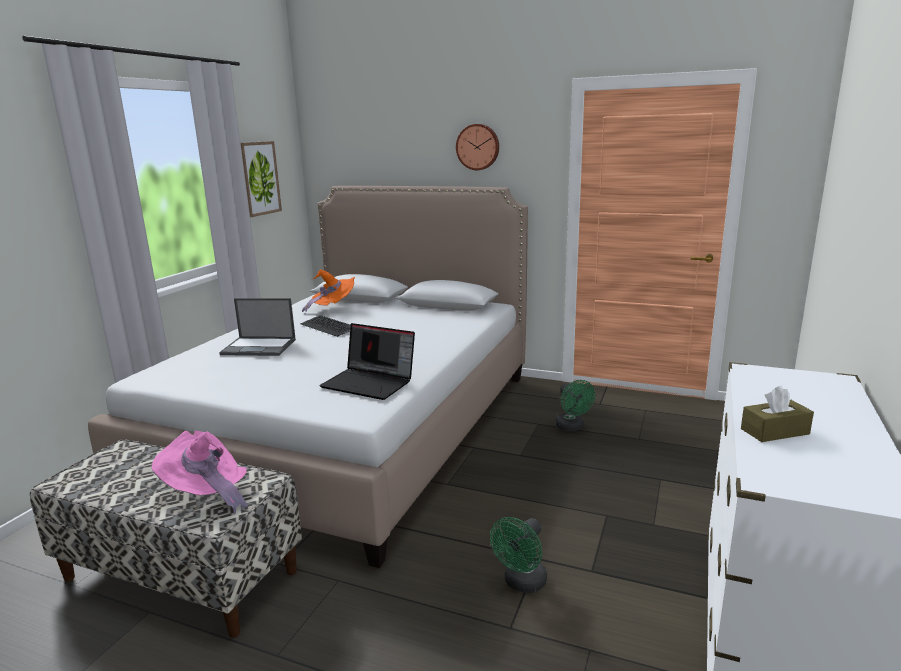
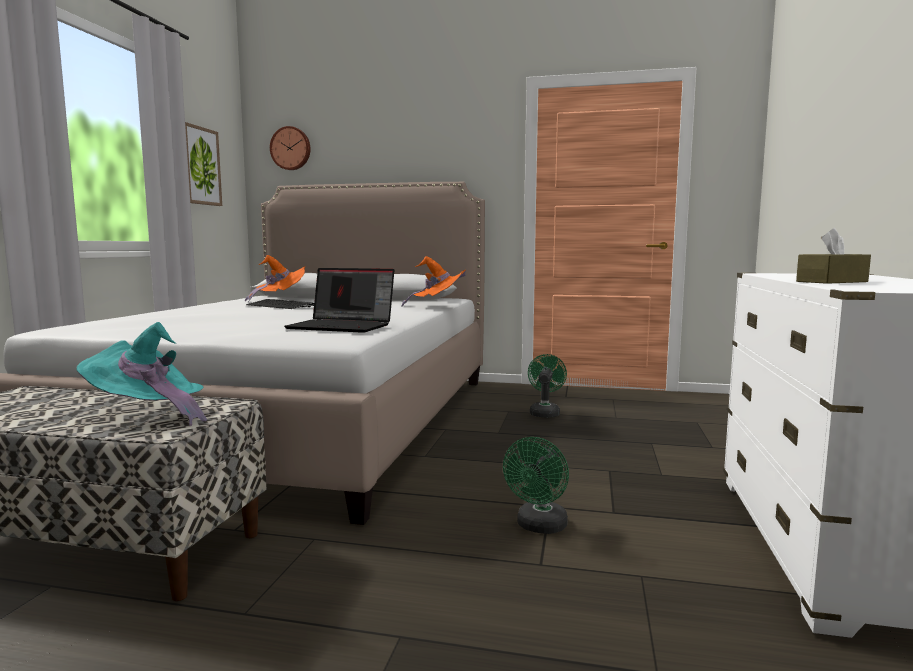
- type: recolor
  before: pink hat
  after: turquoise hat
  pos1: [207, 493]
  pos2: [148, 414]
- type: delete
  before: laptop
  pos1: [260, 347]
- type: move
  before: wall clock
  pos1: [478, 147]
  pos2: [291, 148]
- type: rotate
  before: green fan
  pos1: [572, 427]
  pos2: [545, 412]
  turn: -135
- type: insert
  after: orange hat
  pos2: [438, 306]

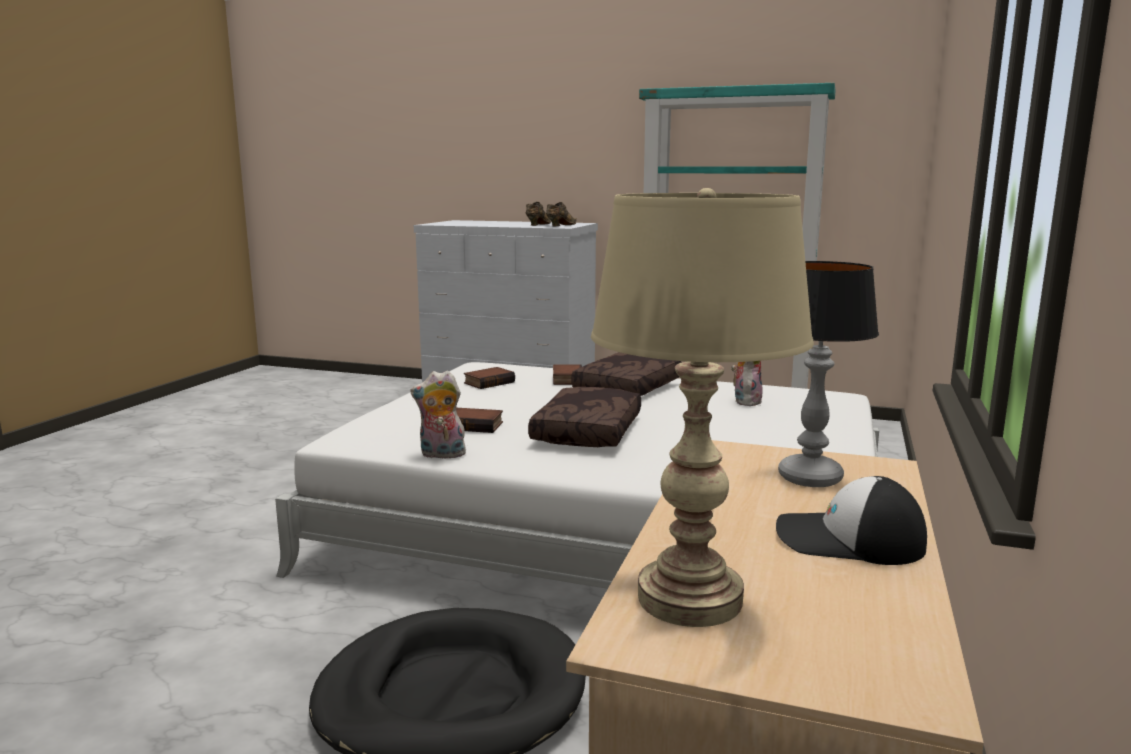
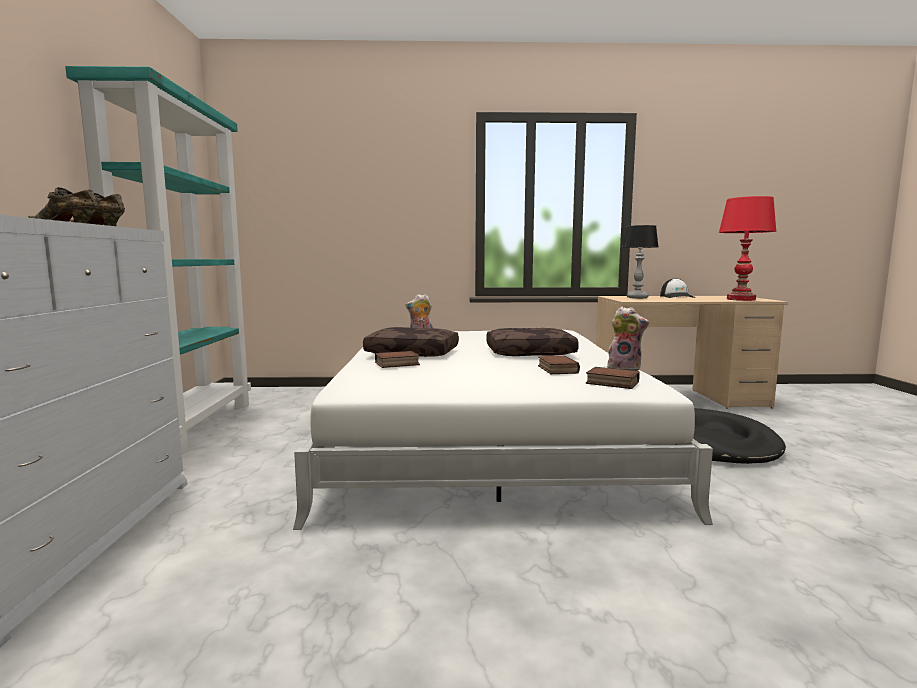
- type: rotate
  before: plush toy
  pos1: [441, 455]
  pos2: [625, 368]
  turn: -45
- type: move
  before: book
  pos1: [489, 382]
  pos2: [611, 383]
- type: recolor
  before: beige table lamp
  after: red table lamp
  pos1: [689, 599]
  pos2: [741, 299]

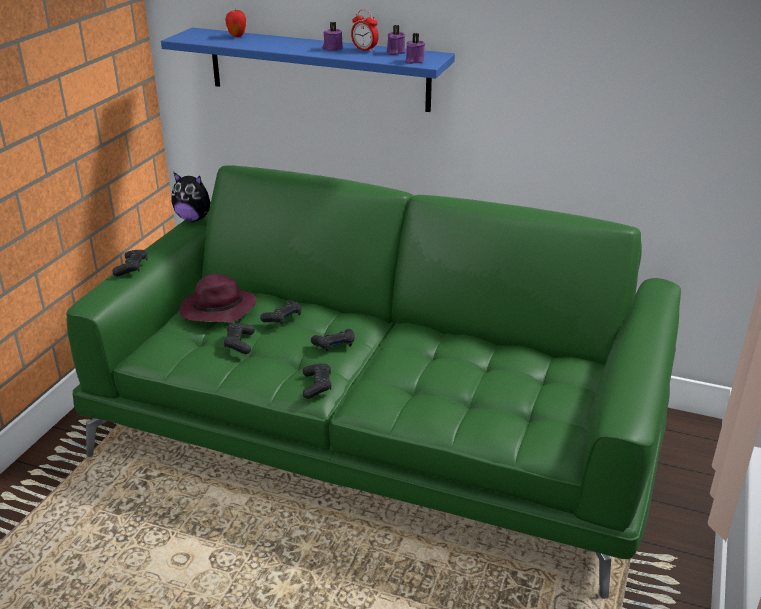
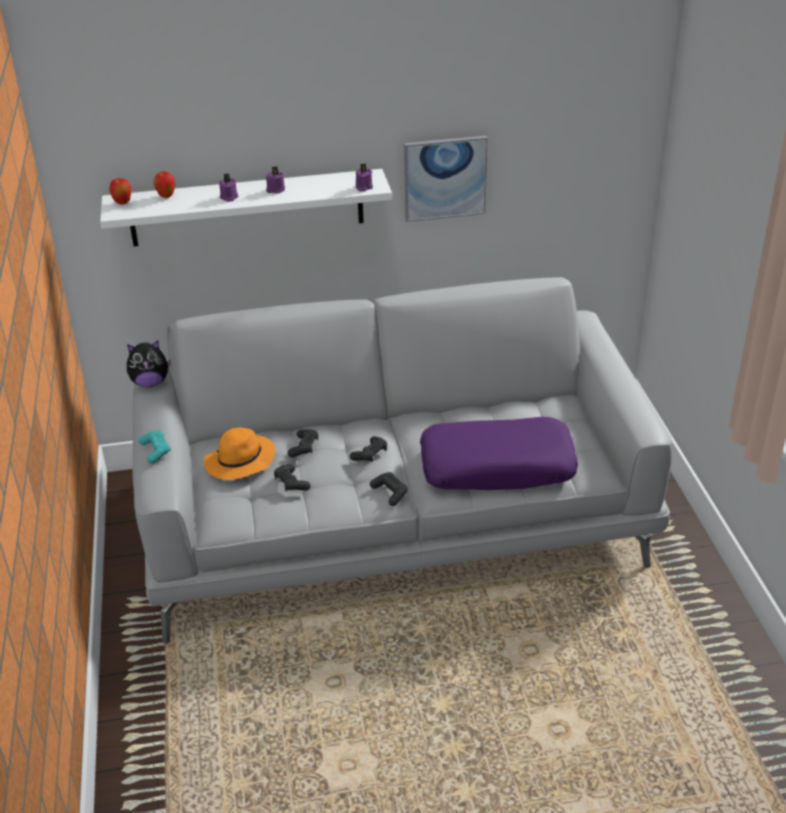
- type: recolor
  before: green sofa
  after: grey sofa
  pos1: [380, 432]
  pos2: [396, 517]
- type: recolor
  before: black game controller
  after: turquoise game controller
  pos1: [132, 268]
  pos2: [156, 451]
- type: recolor
  before: blue shelf
  after: white shelf
  pos1: [317, 69]
  pos2: [247, 208]
- type: recolor
  before: purple hat
  after: orange hat
  pos1: [217, 310]
  pos2: [240, 462]
- type: delete
  before: alarm clock
  pos1: [365, 50]
- type: move
  before: purple candle
  pos1: [395, 52]
  pos2: [228, 197]
- type: insert
  after: apple
  pos2: [123, 203]
- type: insert
  after: picture
  pos2: [445, 178]
- type: insert
  after: purple pillow
  pos2: [497, 466]

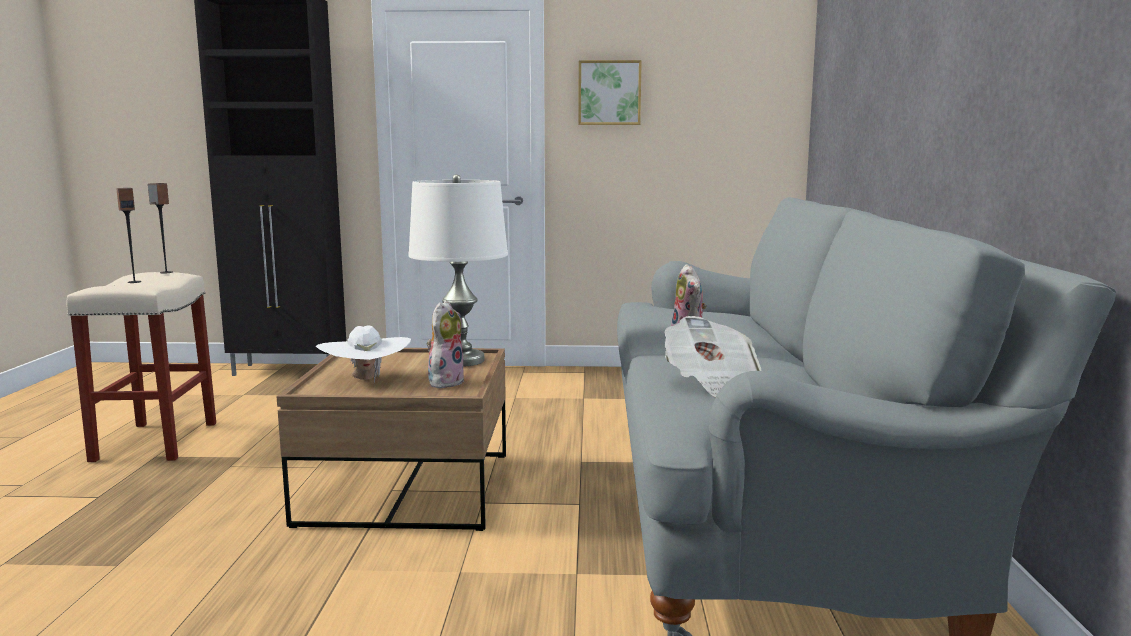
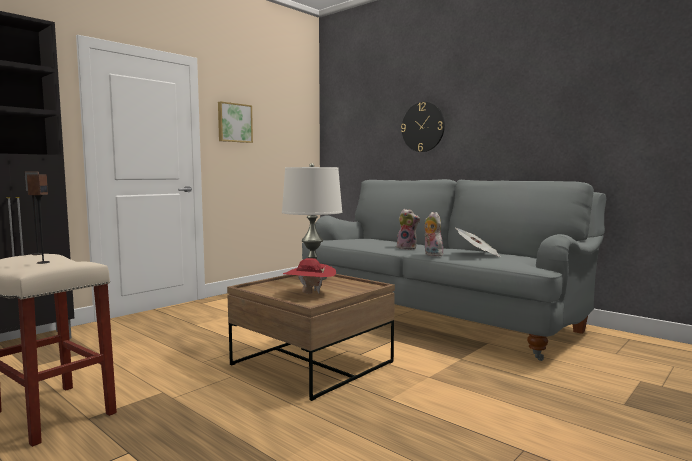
- type: recolor
  before: white hat
  after: red hat
  pos1: [366, 380]
  pos2: [309, 294]
- type: move
  before: plush toy
  pos1: [445, 382]
  pos2: [431, 254]
- type: insert
  after: wall clock
  pos2: [423, 127]

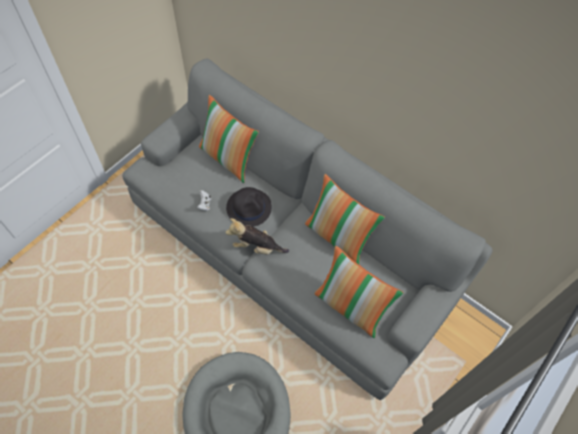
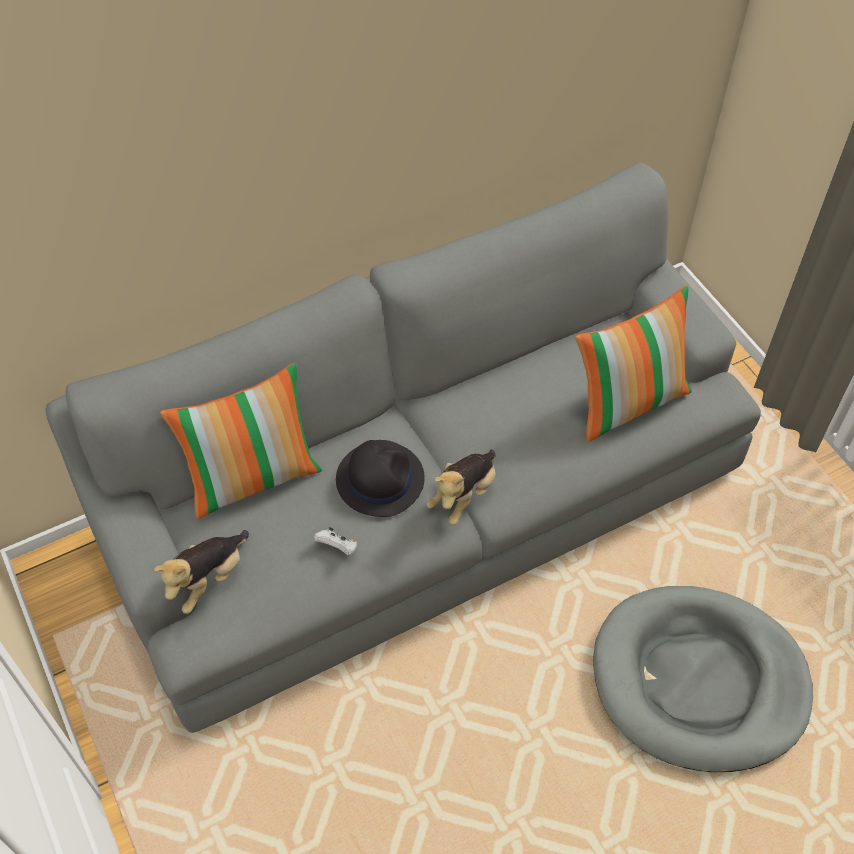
- type: delete
  before: pillow
  pos1: [338, 237]
- type: insert
  after: plush toy
  pos2: [208, 579]

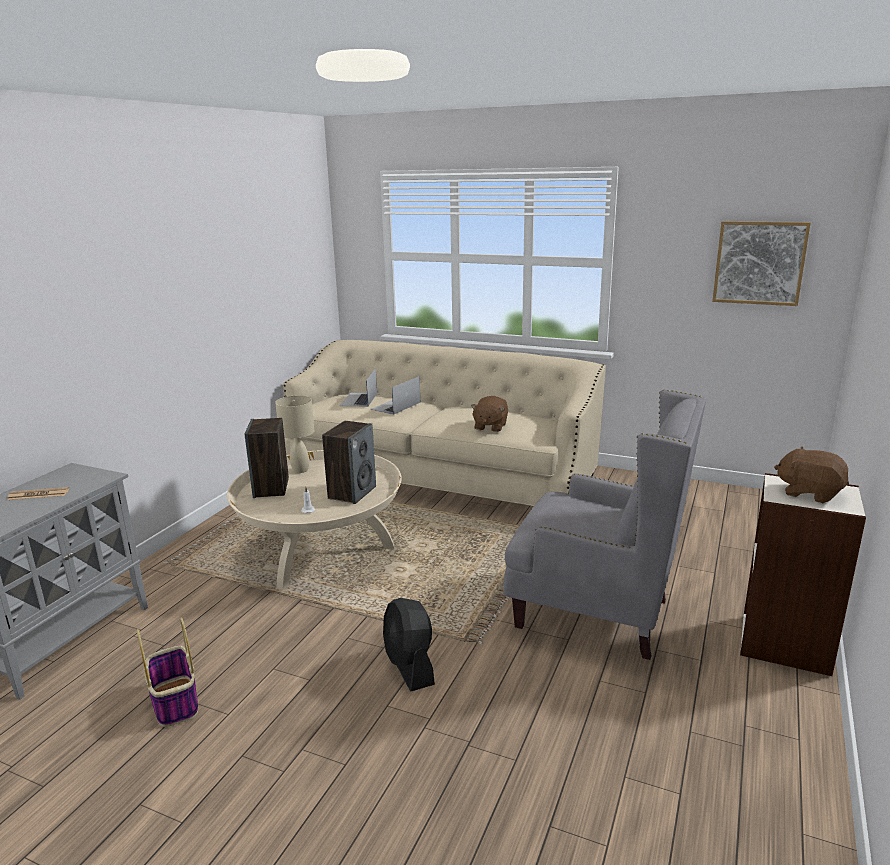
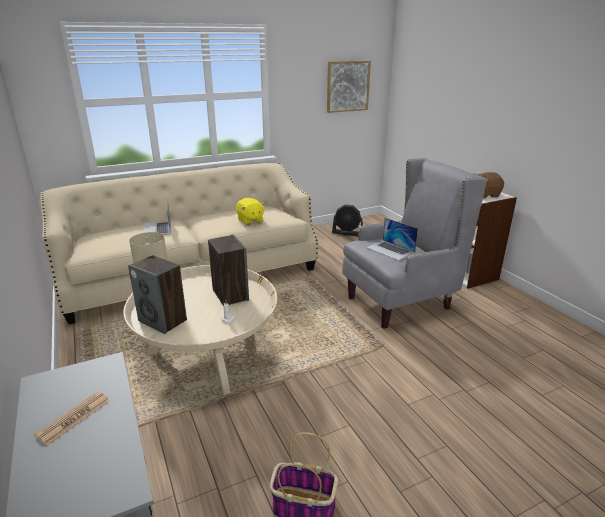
- type: move
  before: laptop
  pos1: [359, 399]
  pos2: [390, 250]
- type: move
  before: black fan
  pos1: [409, 666]
  pos2: [347, 233]
- type: recolor
  before: brown plush toy
  after: yellow plush toy
  pos1: [490, 426]
  pos2: [250, 220]

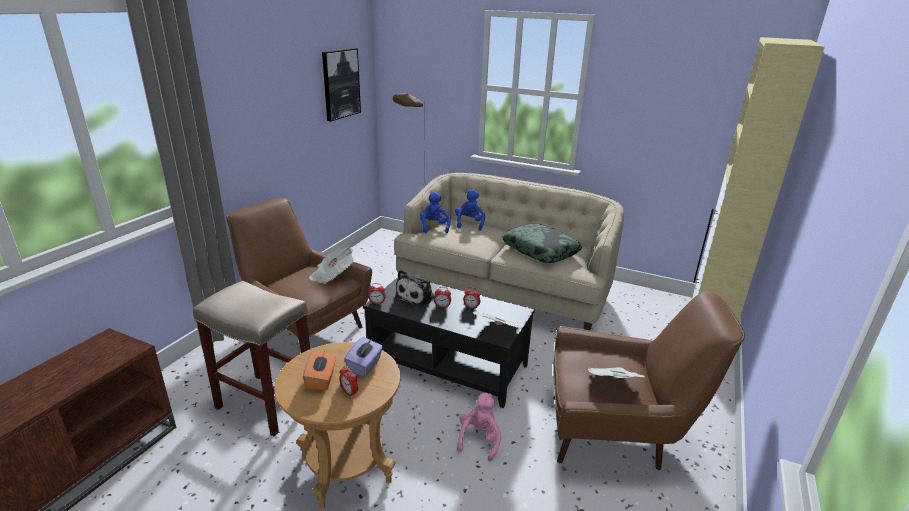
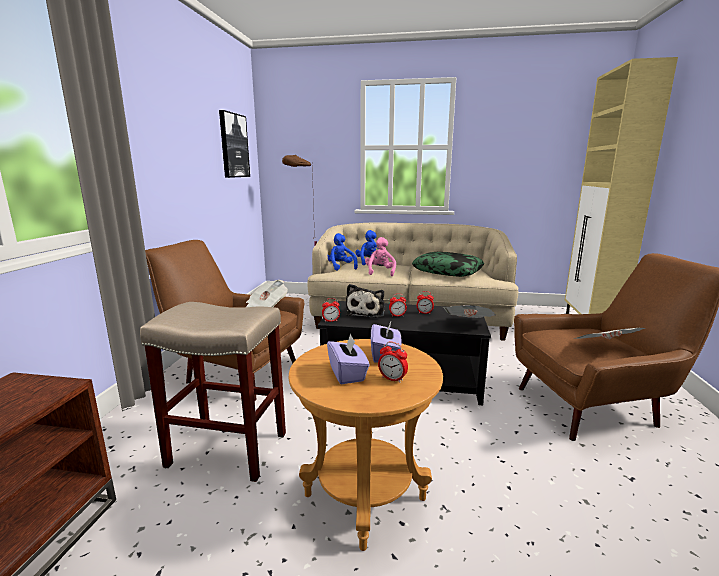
- type: recolor
  before: orange tissue box
  after: purple tissue box
  pos1: [321, 380]
  pos2: [347, 373]
- type: move
  before: pink plush toy
  pos1: [479, 440]
  pos2: [380, 272]

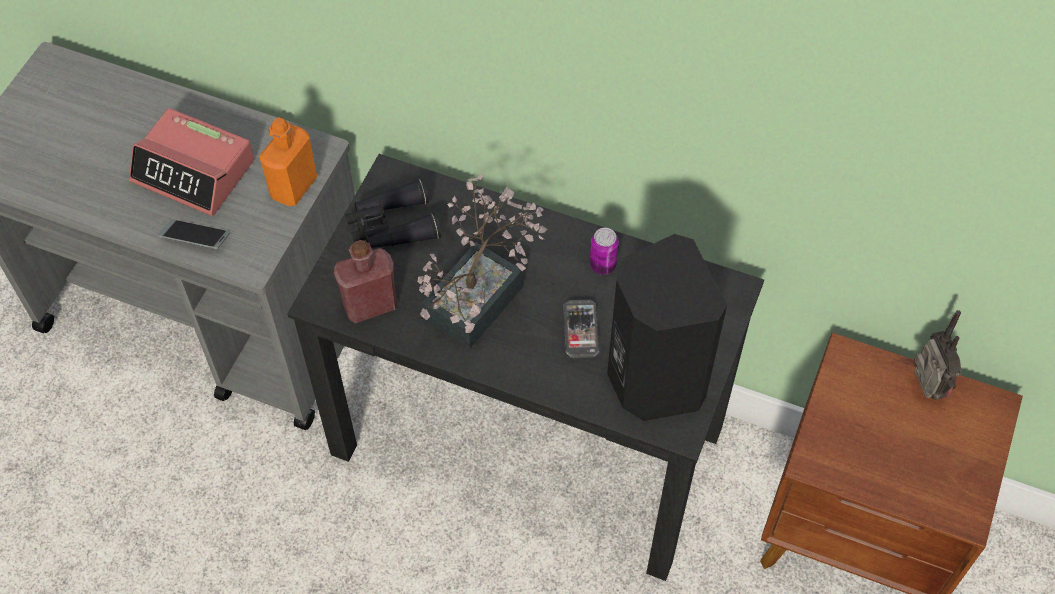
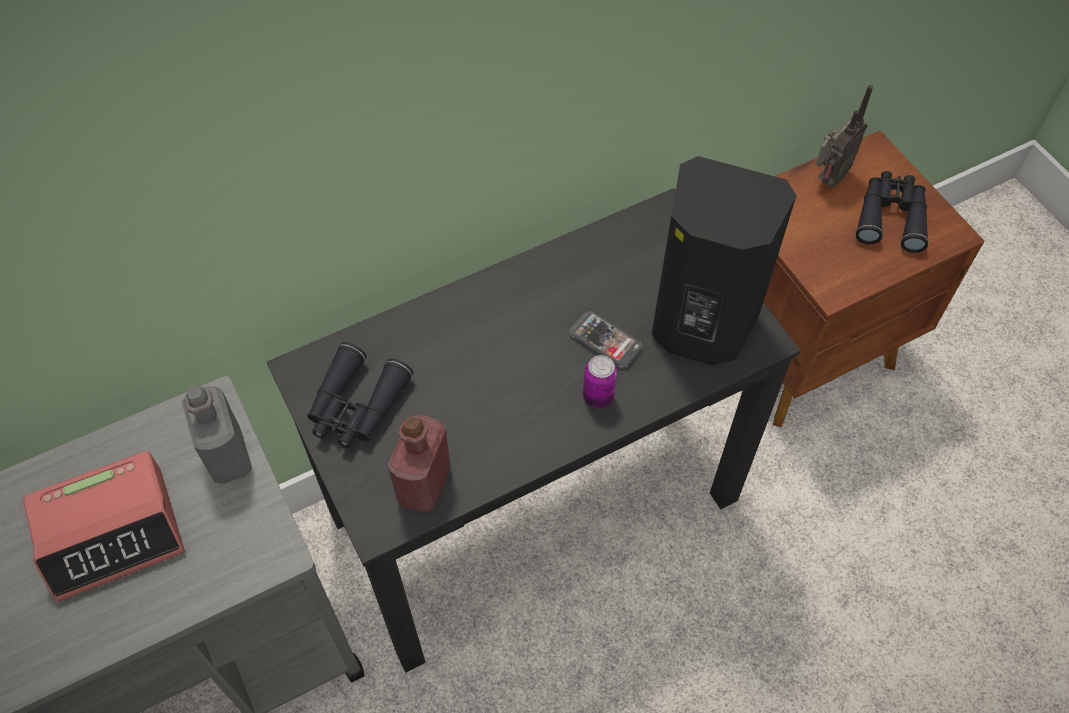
- type: delete
  before: phone
  pos1: [195, 238]
- type: recolor
  before: orange bottle
  after: grey bottle
  pos1: [294, 187]
  pos2: [228, 456]
- type: delete
  before: potted plant
  pos1: [482, 295]
- type: move
  before: can
  pos1: [602, 265]
  pos2: [598, 397]
- type: rotate
  before: radio
  pos1: [924, 390]
  pos2: [828, 179]
  turn: 105
- type: insert
  after: black binoculars
  pos2: [891, 216]

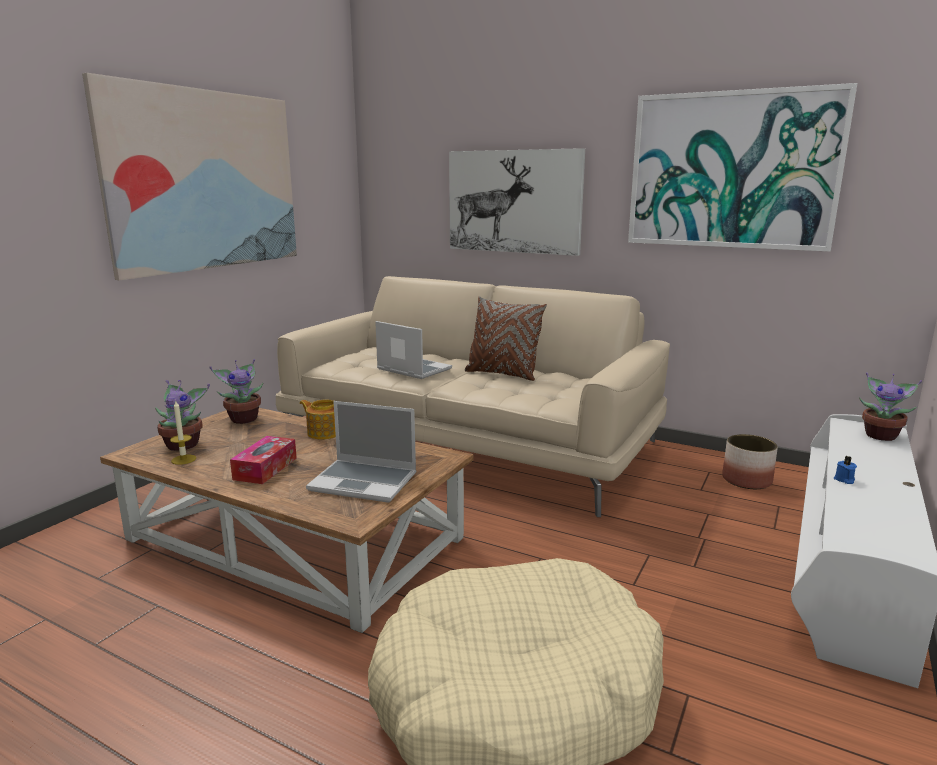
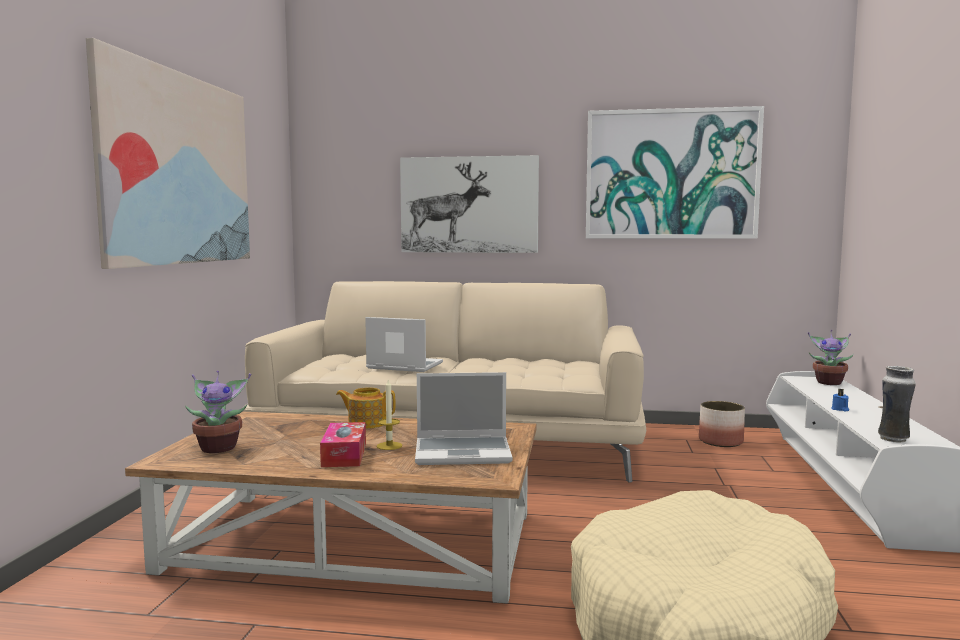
- type: move
  before: candle
  pos1: [183, 459]
  pos2: [389, 446]
- type: delete
  before: potted plant
  pos1: [243, 419]
- type: delete
  before: brown pillow
  pos1: [503, 374]
- type: insert
  after: vase
  pos2: [894, 439]

